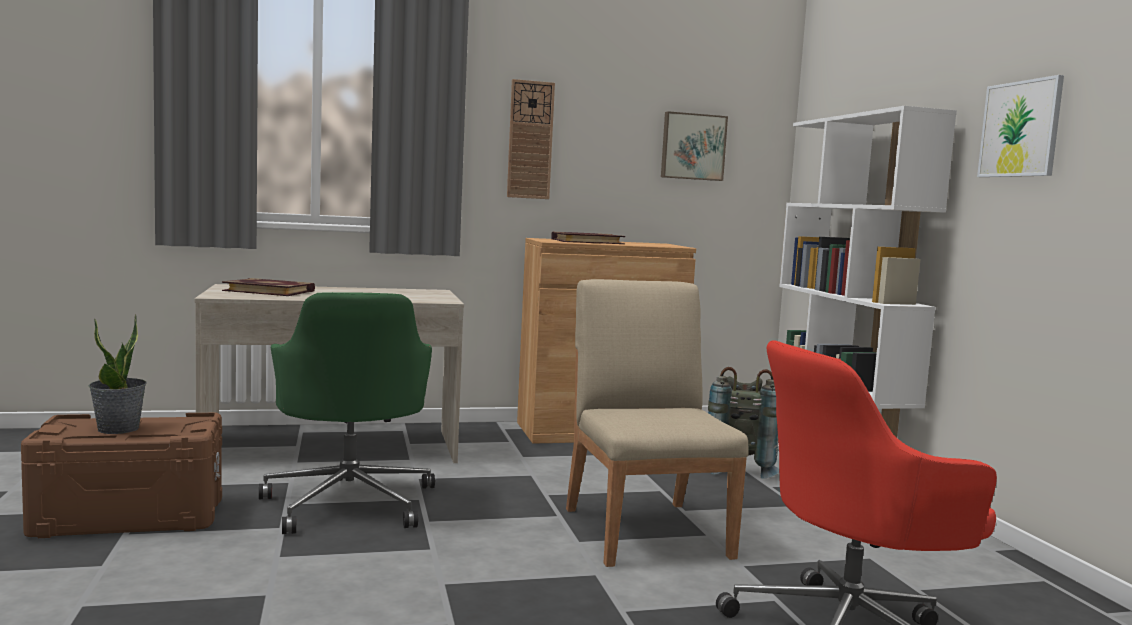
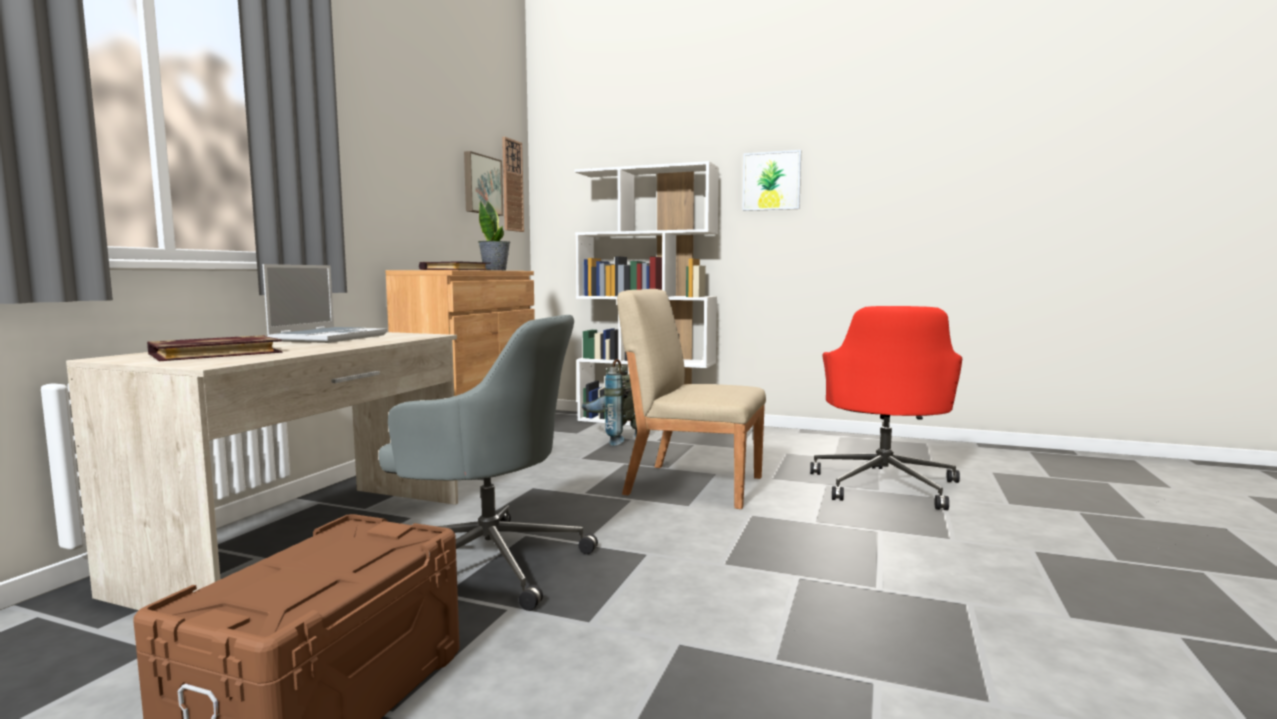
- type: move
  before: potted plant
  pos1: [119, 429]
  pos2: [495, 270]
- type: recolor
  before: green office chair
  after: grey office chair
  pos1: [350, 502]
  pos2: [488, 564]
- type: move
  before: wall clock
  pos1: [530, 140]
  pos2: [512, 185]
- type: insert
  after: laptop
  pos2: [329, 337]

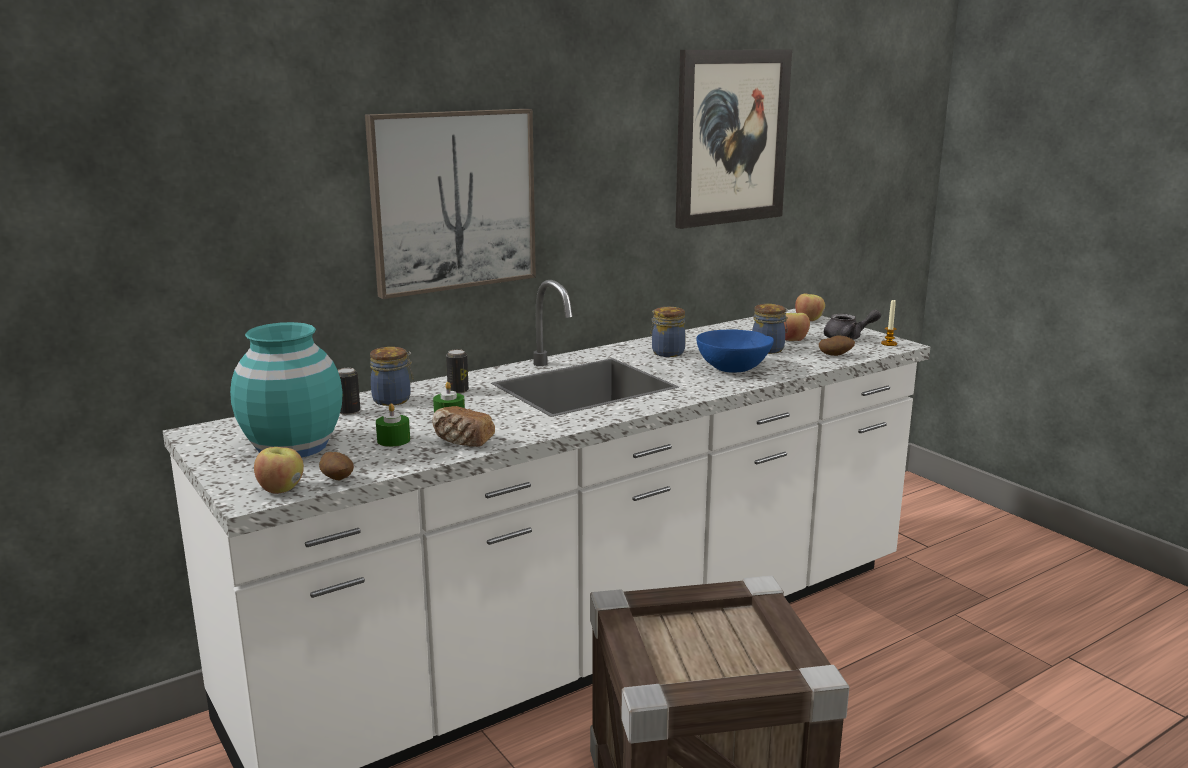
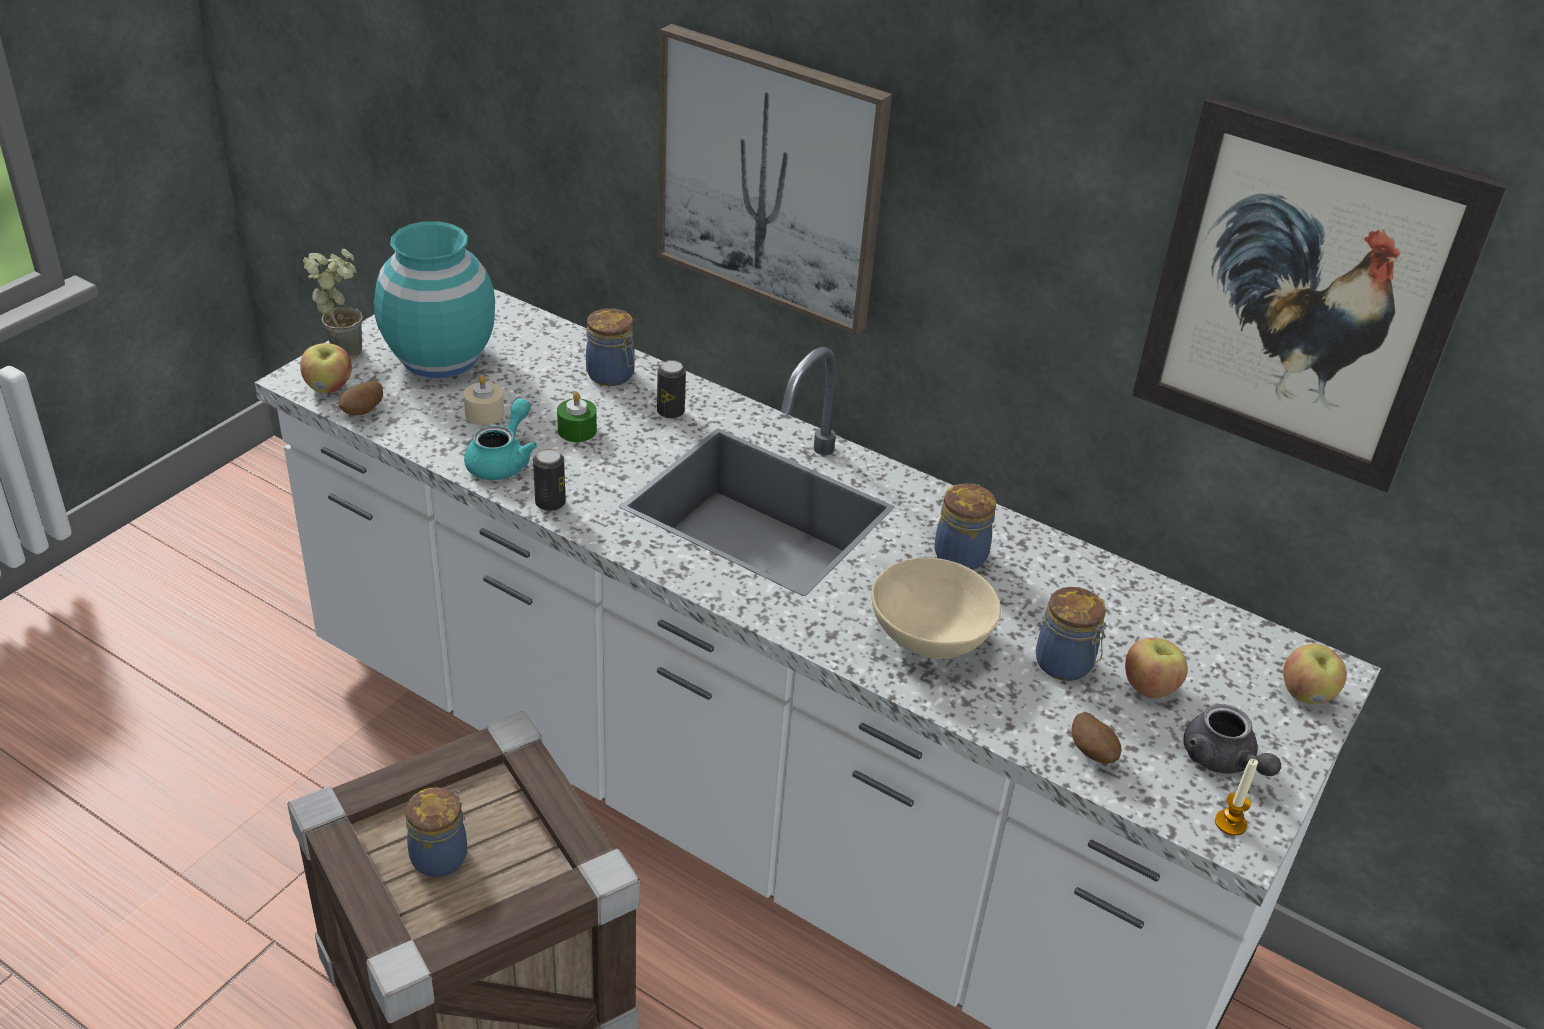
- type: move
  before: can
  pos1: [349, 411]
  pos2: [550, 503]
- type: recolor
  before: green candle
  after: beige candle
  pos1: [393, 440]
  pos2: [484, 414]
- type: replace
  before: bread
  after: turquoise teapot
  pos1: [462, 441]
  pos2: [503, 461]
- type: recolor
  before: blue bowl
  after: beige bowl
  pos1: [733, 368]
  pos2: [930, 637]
- type: insert
  after: potted plant
  pos2: [345, 348]
- type: insert
  after: jar
  pos2: [441, 855]

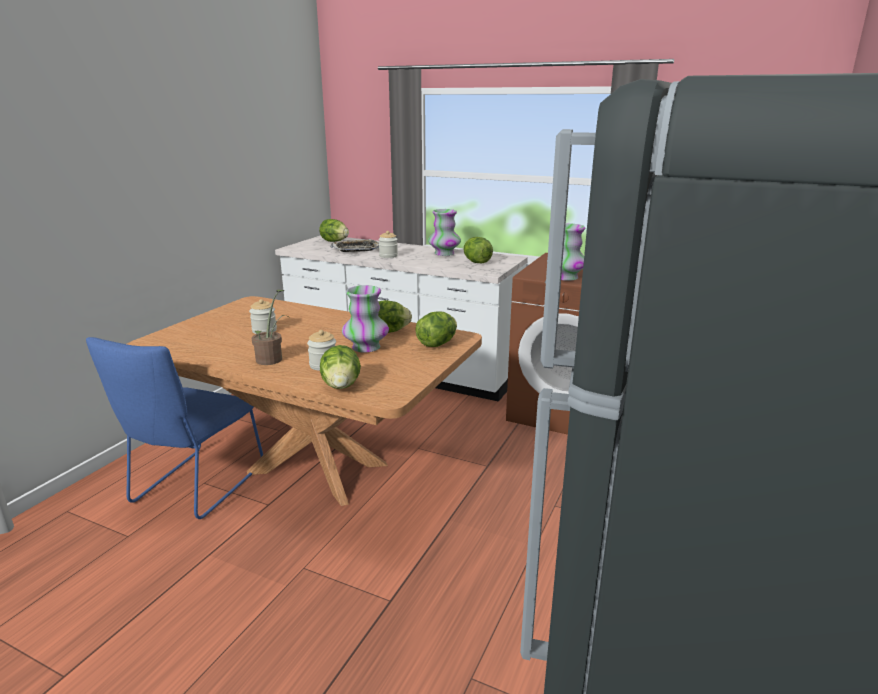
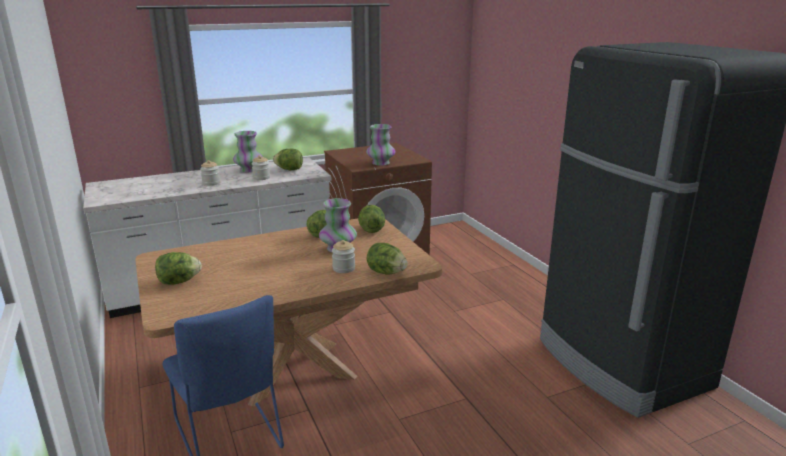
- type: move
  before: jar
  pos1: [264, 330]
  pos2: [261, 178]
- type: delete
  before: potted plant
  pos1: [272, 358]
- type: move
  before: lettuce
  pos1: [334, 241]
  pos2: [178, 282]
- type: delete
  before: tray
  pos1: [355, 249]

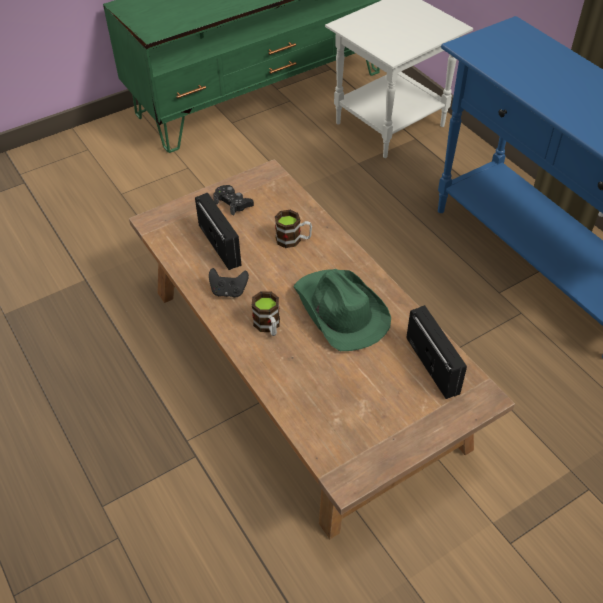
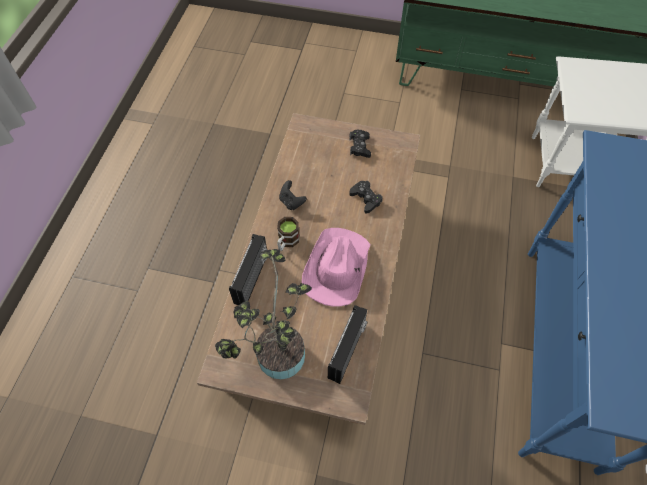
- type: move
  before: radio
  pos1: [221, 245]
  pos2: [252, 279]
- type: replace
  before: mug
  after: black game controller
  pos1: [293, 240]
  pos2: [366, 199]
- type: recolor
  before: green hat
  after: pink hat
  pos1: [340, 311]
  pos2: [336, 268]
- type: insert
  after: potted plant
  pos2: [276, 360]

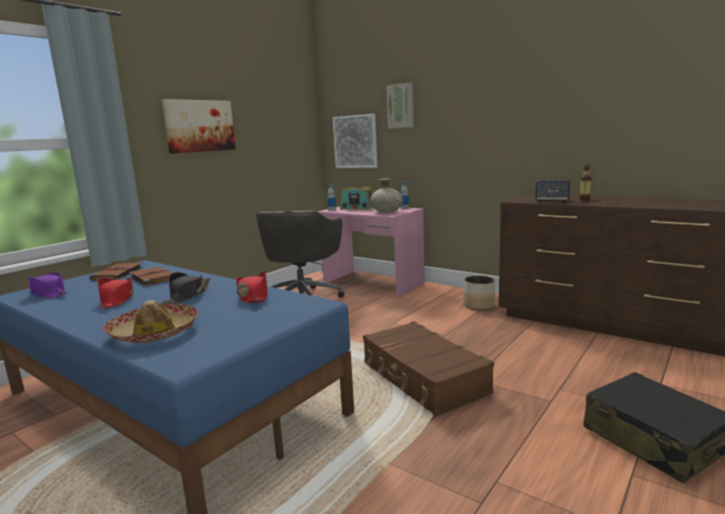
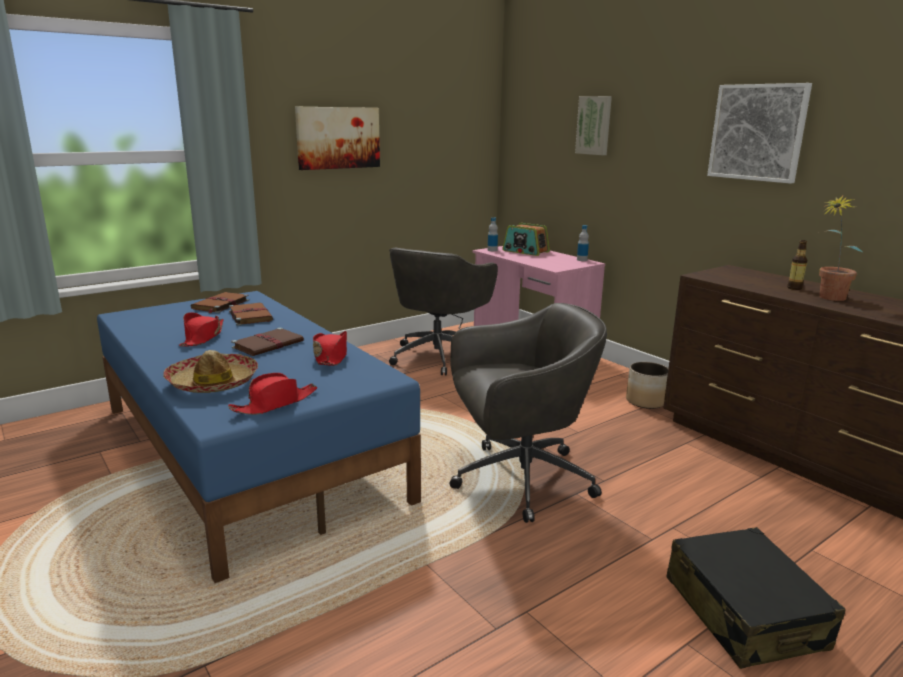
- type: delete
  before: purple hat
  pos1: [48, 293]
- type: replace
  before: black hat
  after: brown book
  pos1: [187, 296]
  pos2: [269, 344]
- type: move
  before: picture
  pos1: [355, 141]
  pos2: [757, 132]
- type: replace
  before: brown suitcase
  after: grey office chair
  pos1: [423, 378]
  pos2: [519, 480]
- type: delete
  before: beige vase
  pos1: [386, 212]
- type: delete
  before: speaker
  pos1: [552, 201]
- type: insert
  after: red hat
  pos2: [275, 403]
- type: insert
  after: potted plant
  pos2: [827, 298]

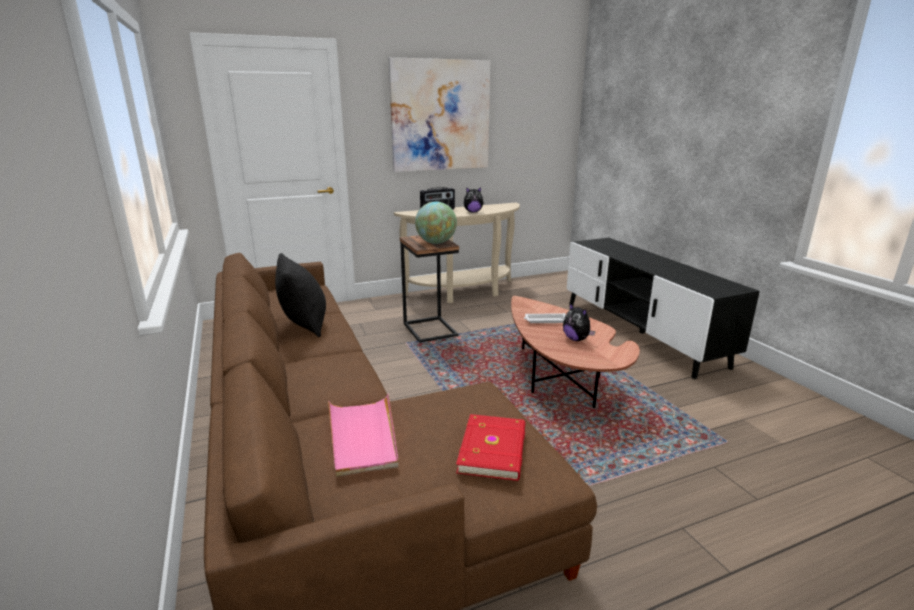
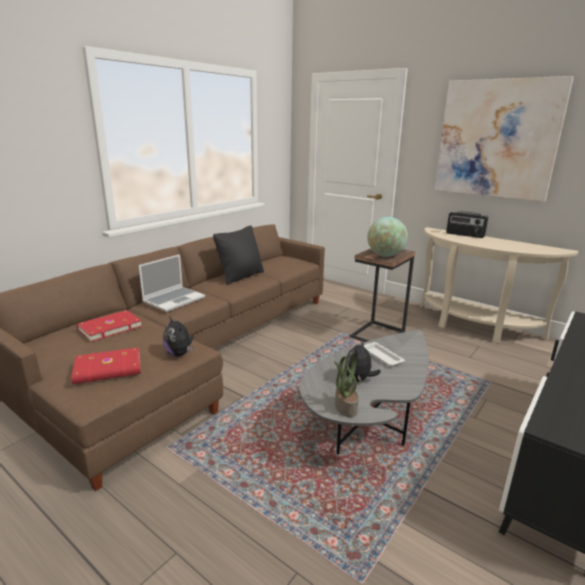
- type: replace
  before: pink tray
  after: red book
  pos1: [363, 437]
  pos2: [109, 327]
- type: move
  before: plush toy
  pos1: [473, 212]
  pos2: [179, 354]
- type: recolor
  before: brown coffee table
  after: grey coffee table
  pos1: [560, 381]
  pos2: [368, 422]
- type: insert
  after: laptop
  pos2: [174, 300]
- type: insert
  after: potted plant
  pos2: [345, 407]

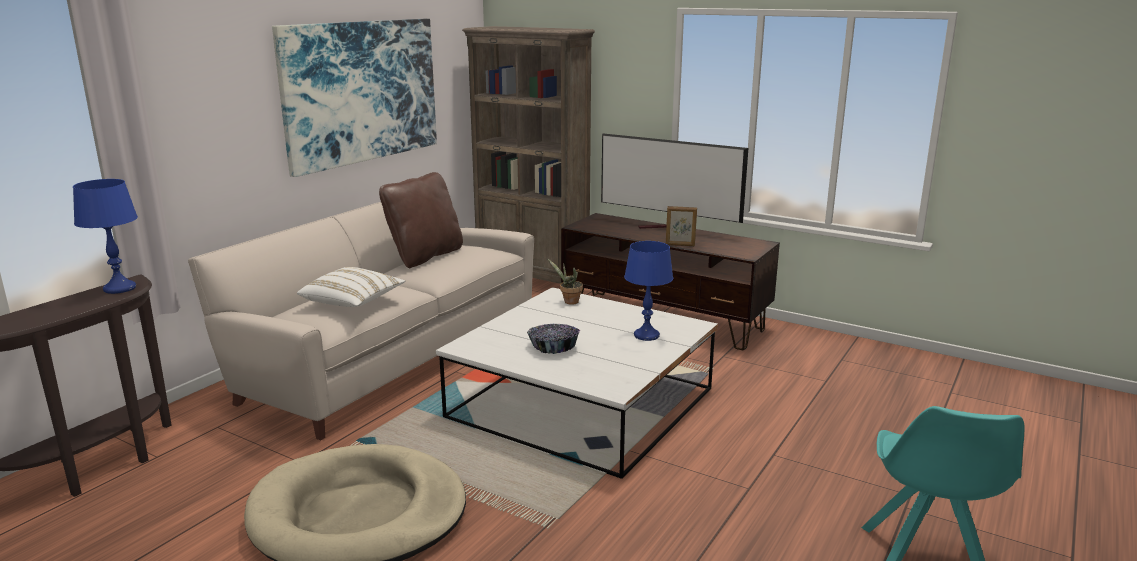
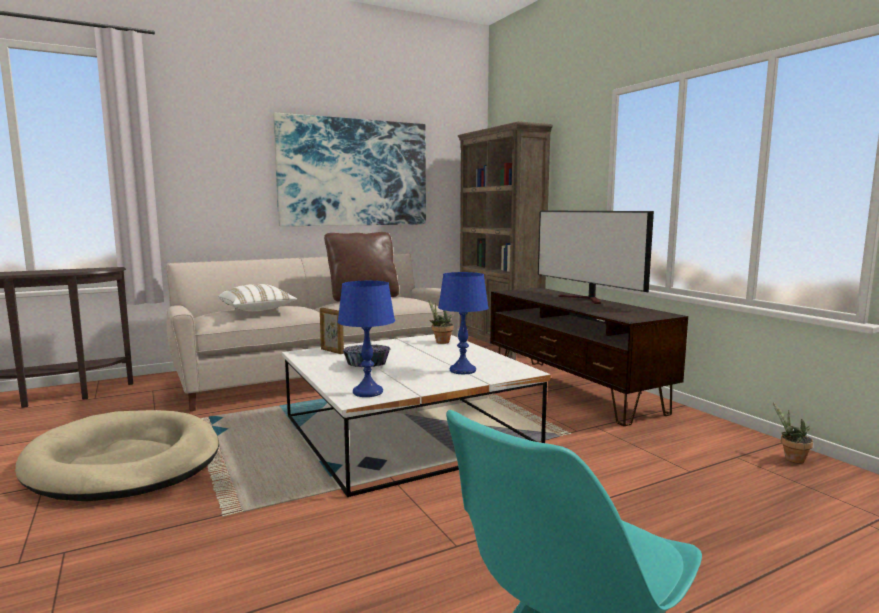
- type: move
  before: blue table lamp
  pos1: [120, 288]
  pos2: [368, 392]
- type: move
  before: picture frame
  pos1: [680, 245]
  pos2: [332, 351]
- type: insert
  after: potted plant
  pos2: [791, 458]

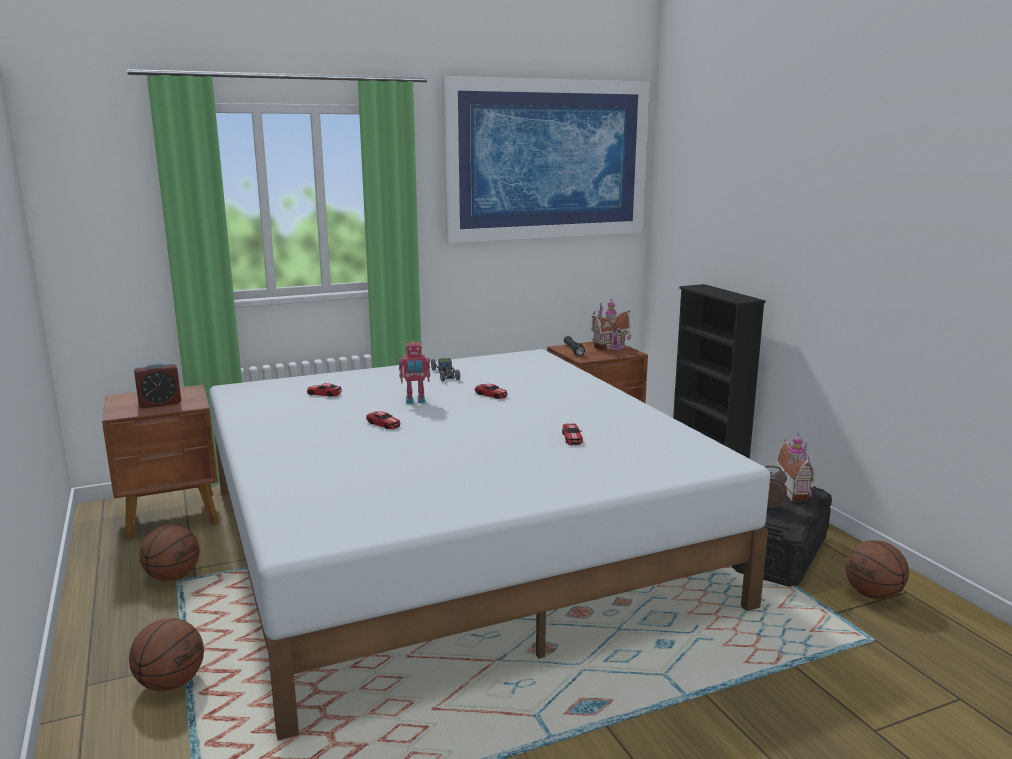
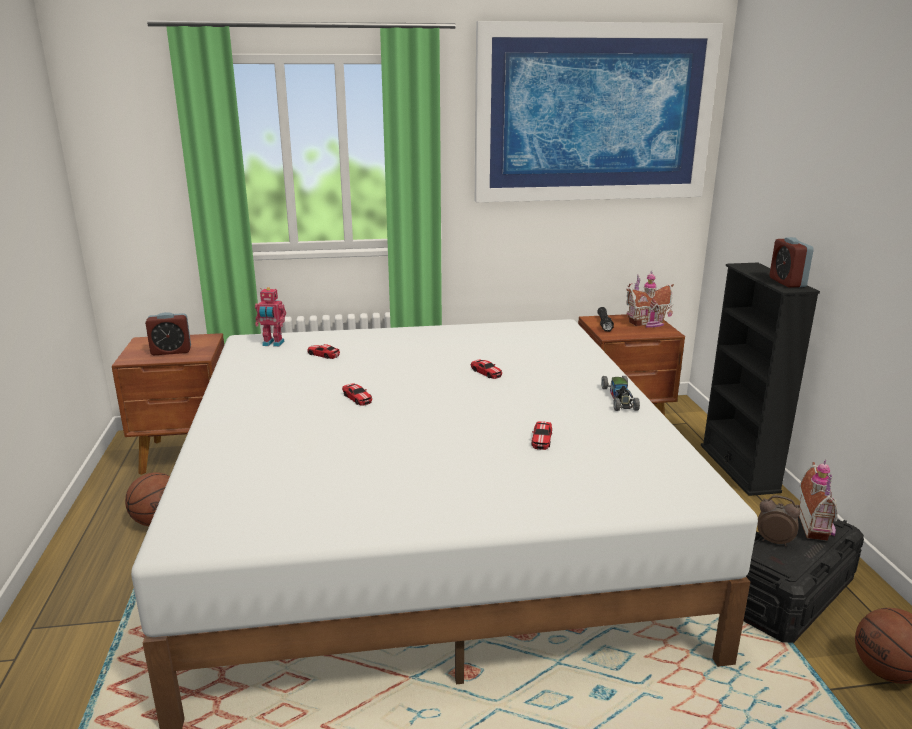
- type: delete
  before: basketball
  pos1: [171, 683]
- type: move
  before: toy robot
  pos1: [415, 401]
  pos2: [273, 344]
- type: move
  before: toy car
  pos1: [445, 374]
  pos2: [619, 399]
- type: insert
  after: alarm clock
  pos2: [787, 282]

